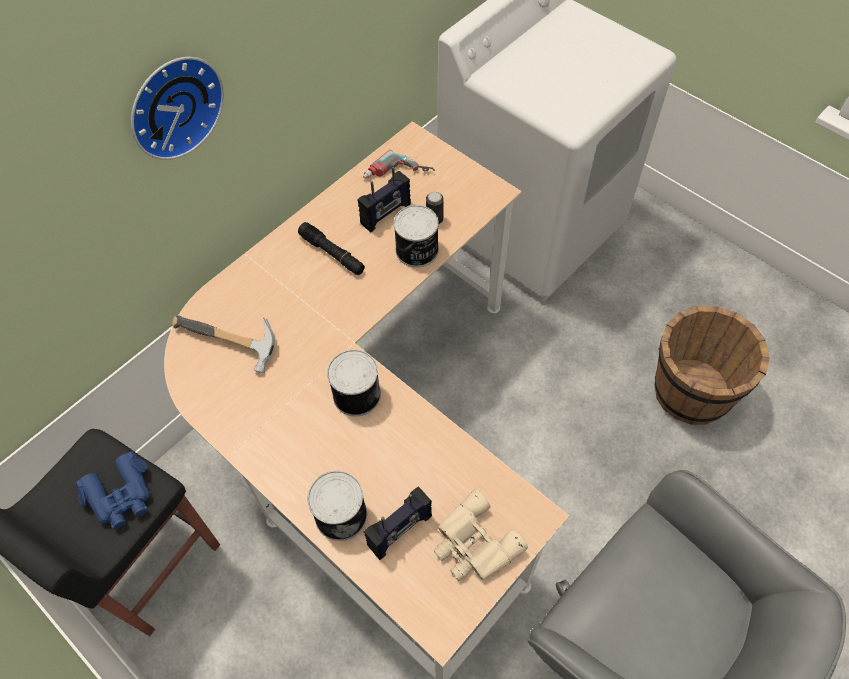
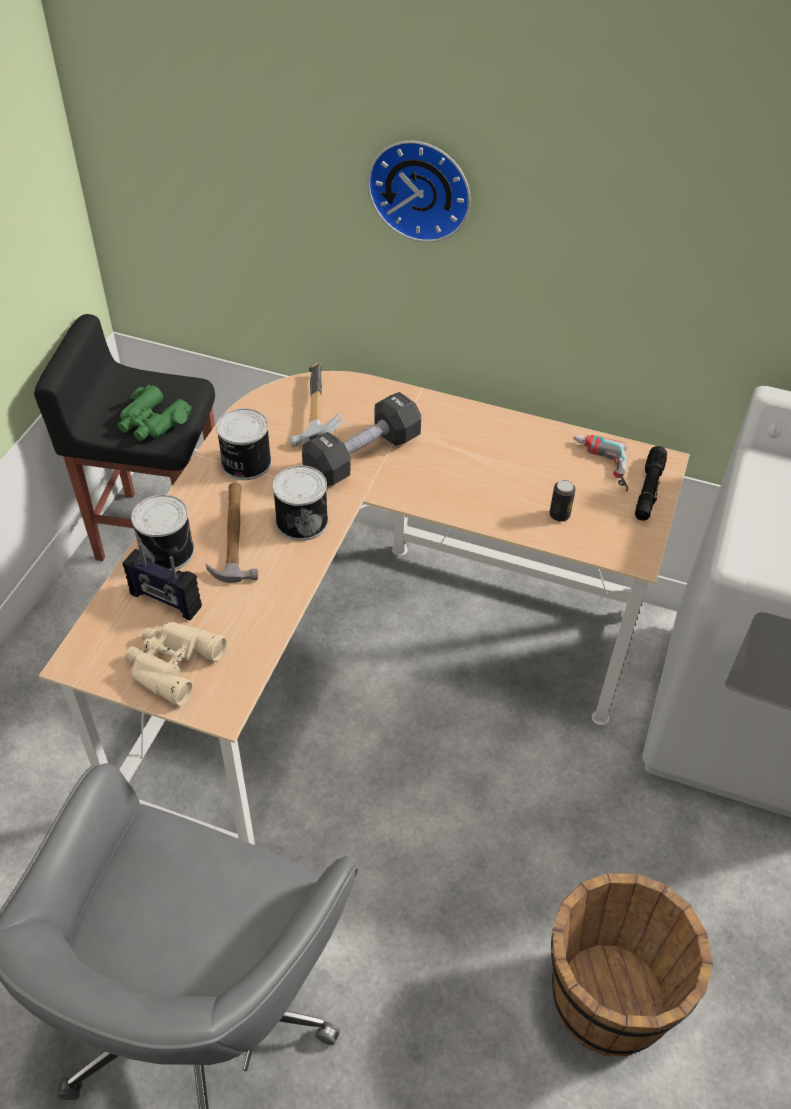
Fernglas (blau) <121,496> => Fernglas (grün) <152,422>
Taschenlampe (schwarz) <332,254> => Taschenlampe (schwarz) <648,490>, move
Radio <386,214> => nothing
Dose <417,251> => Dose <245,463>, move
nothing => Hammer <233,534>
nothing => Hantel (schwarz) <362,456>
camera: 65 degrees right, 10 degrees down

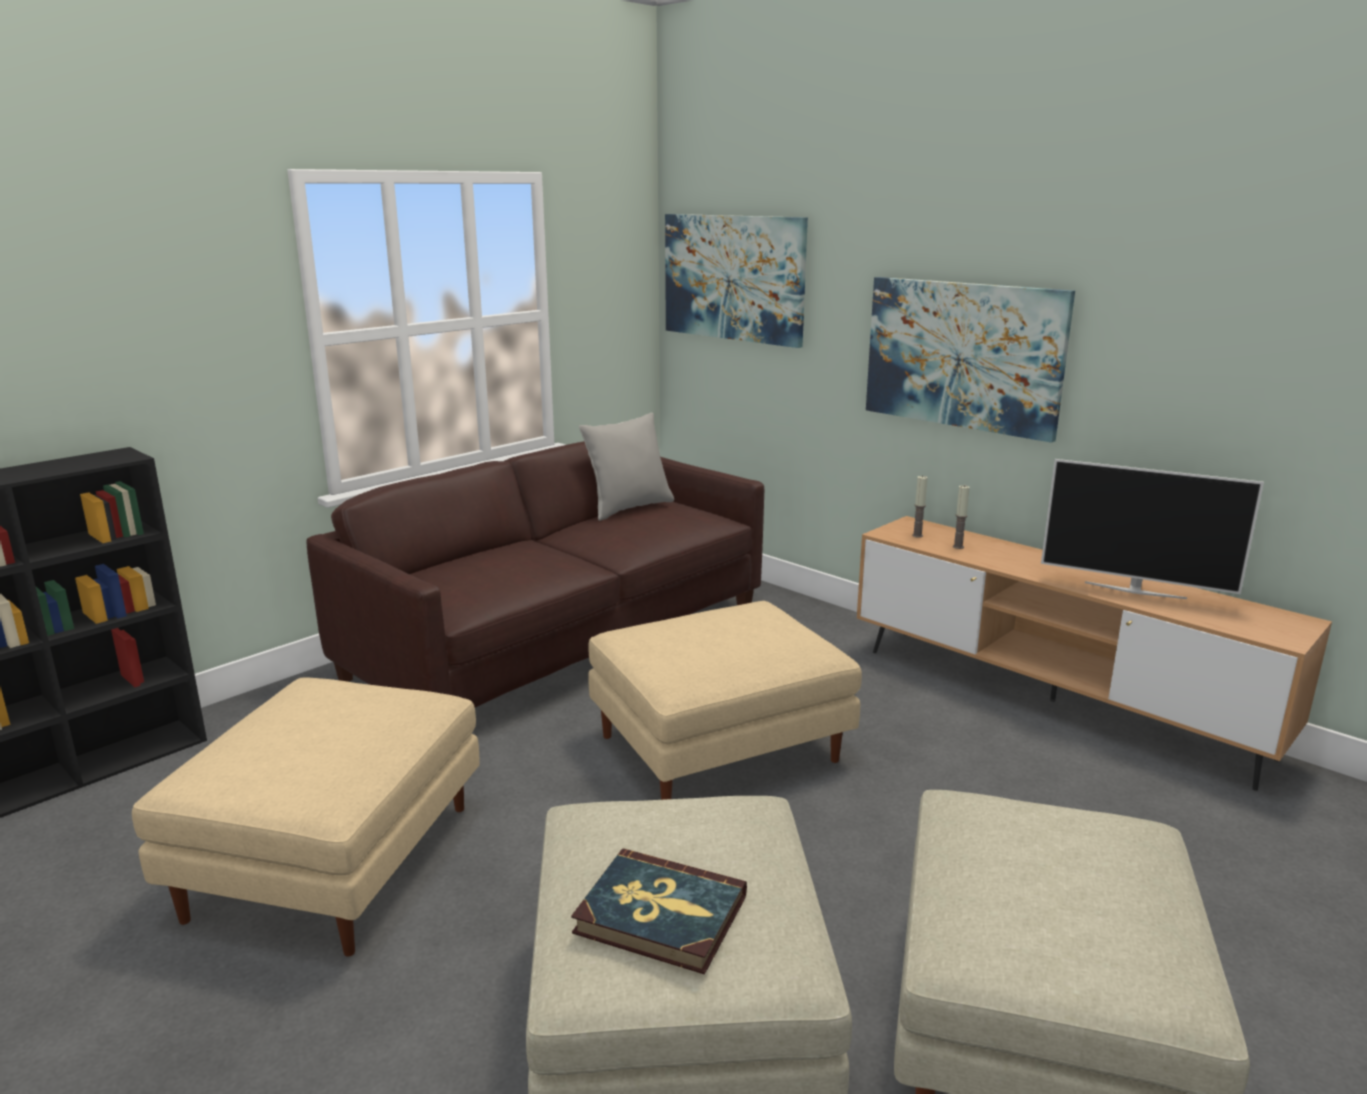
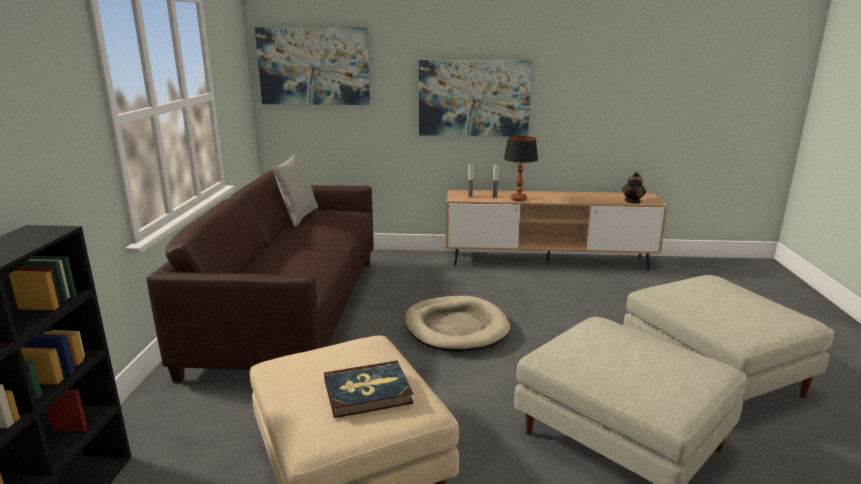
Buch <660,915> => Buch <367,392>, move
Polsterhocker (beige) <721,747> => Hundebett (beige) <456,328>
Fernseher <1134,590> => nothing
nothing => Tischlampe <518,199>
nothing => Teekanne <632,201>
camera: 40 degrees left, 0 degrees up

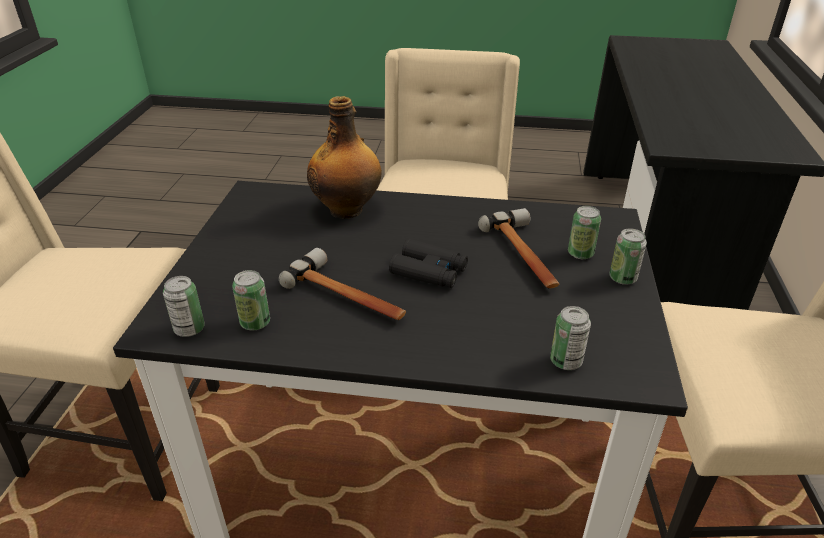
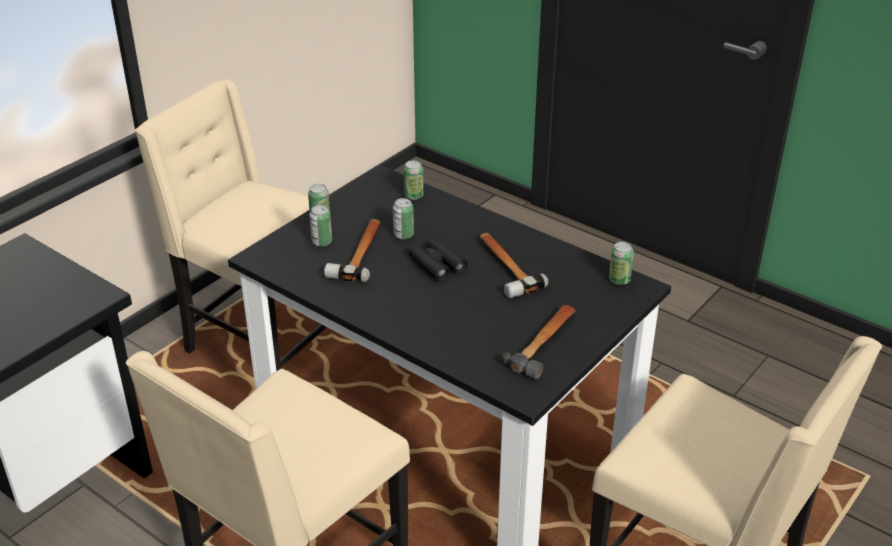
Dose <255,323> => Dose <403,235>, move
Flasche <347,209> => nothing
nothing => Hammer <544,343>
camera: 150 degrees left, 0 degrees up

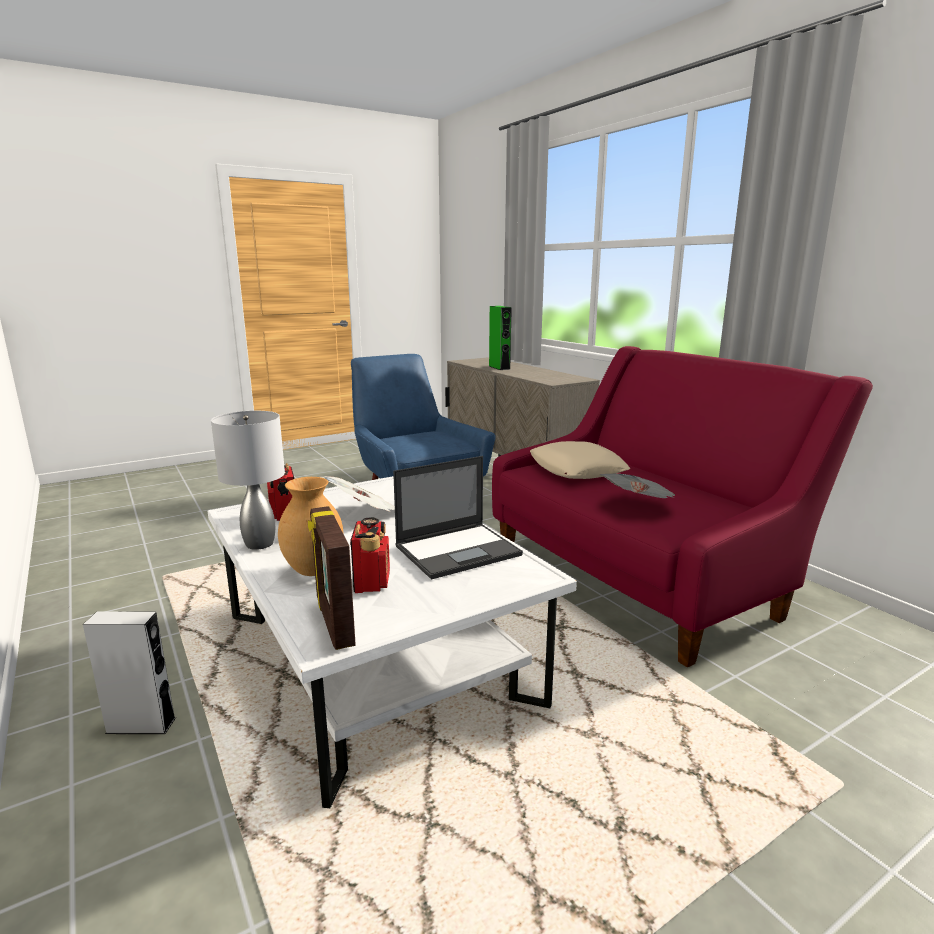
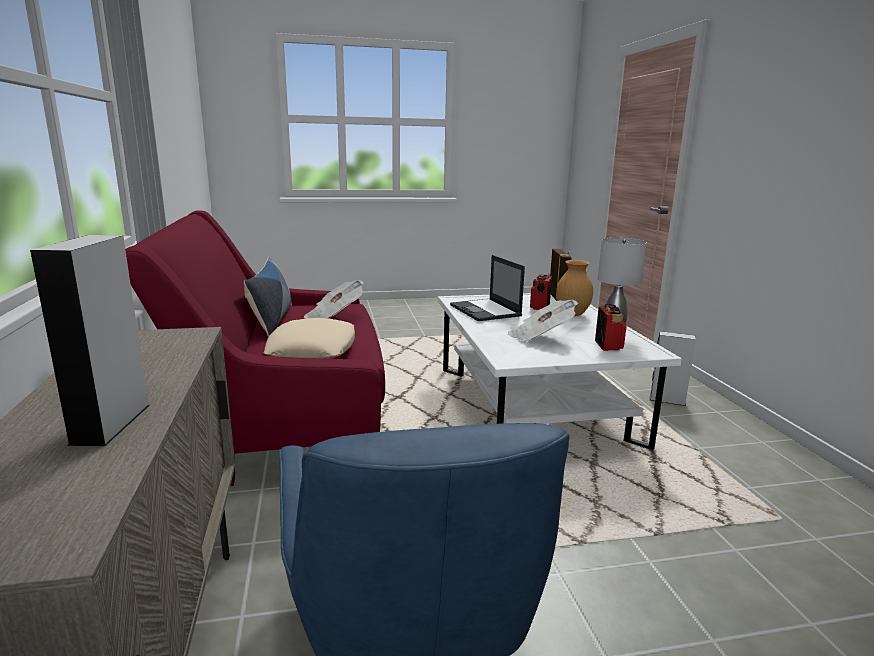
Laptop <459,550> => Laptop <486,310>, 105 degrees counterclockwise
Lautsprecher (grün) <499,367> => Lautsprecher (grau) <111,423>
nothing => Kissen <271,320>
camera: 160 degrees left, 0 degrees up

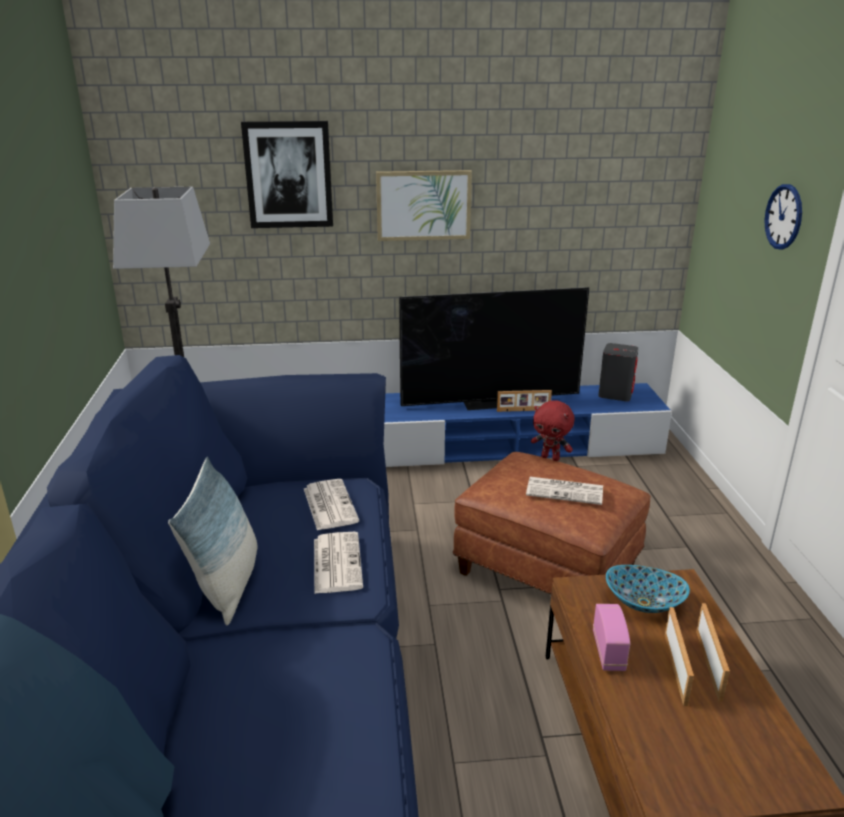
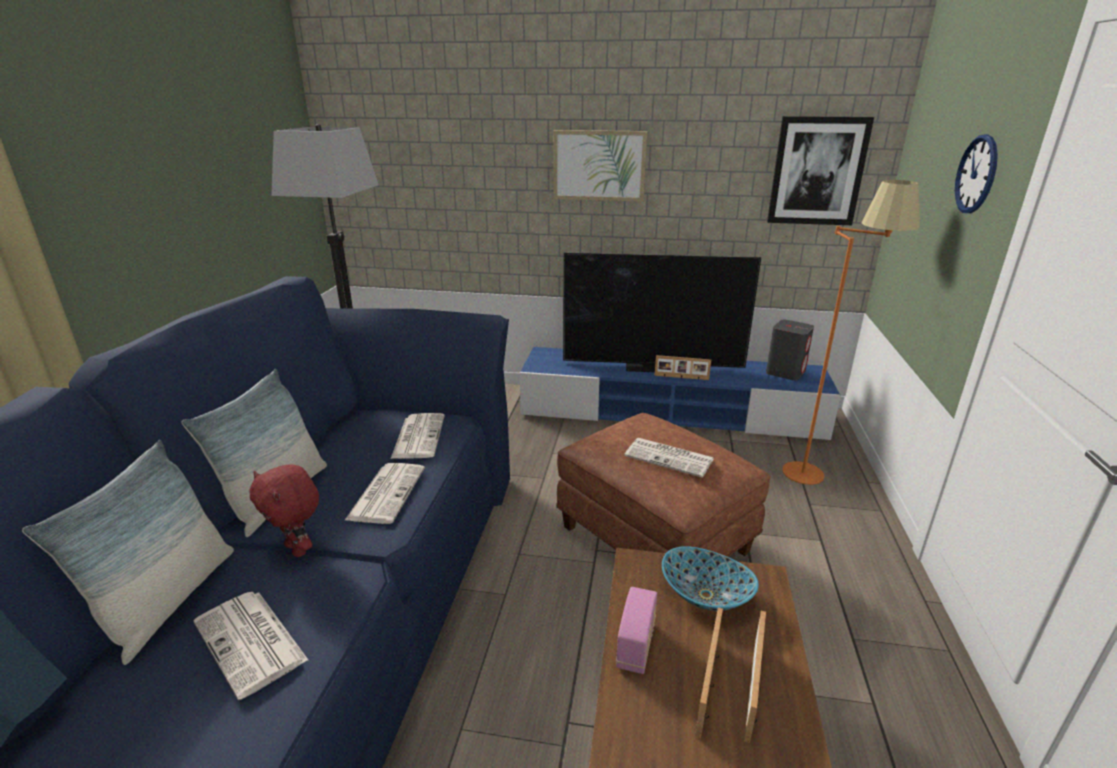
Bild <288,175> => Bild <817,171>, move
Plüschtier (rot) <550,458> => Plüschtier (rot) <298,549>, move
nothing => Kissen <169,600>
nothing => Zeitung <251,642>
nothing => Stehlampe (orange) <818,470>
camera: 15 degrees right, 0 degrees up

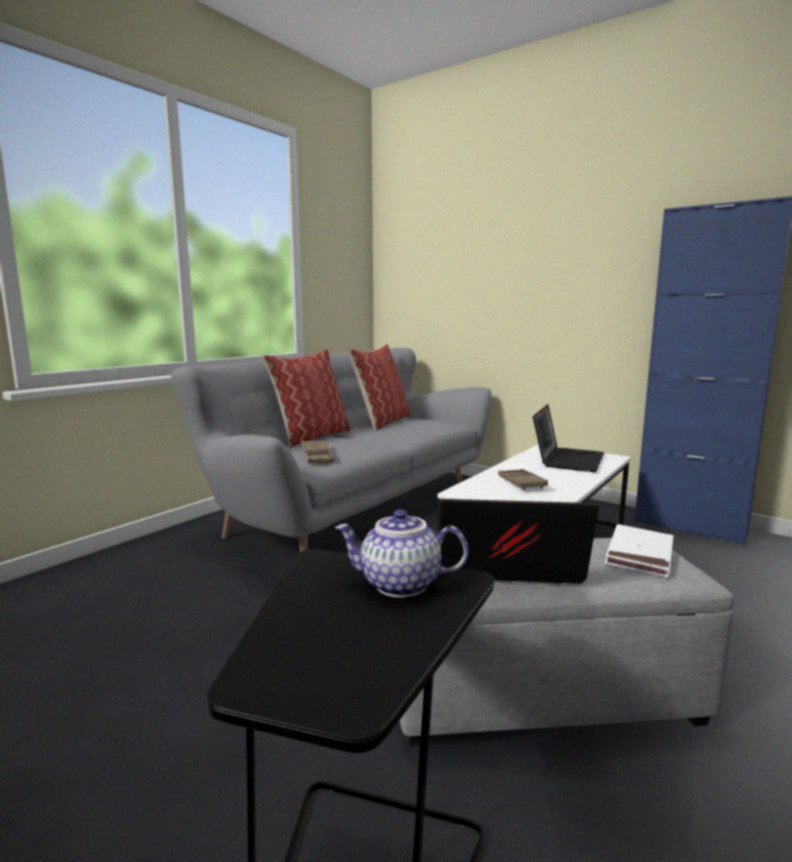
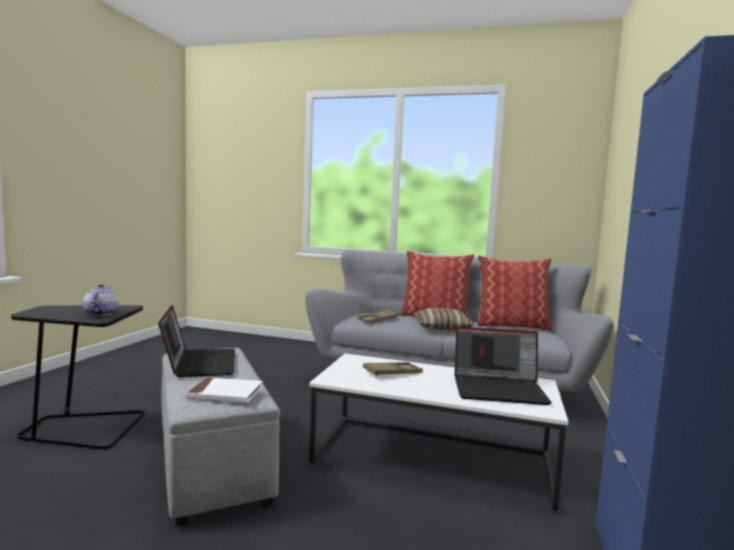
nothing => Kissen <441,327>
camera: 70 degrees right, 5 degrees down

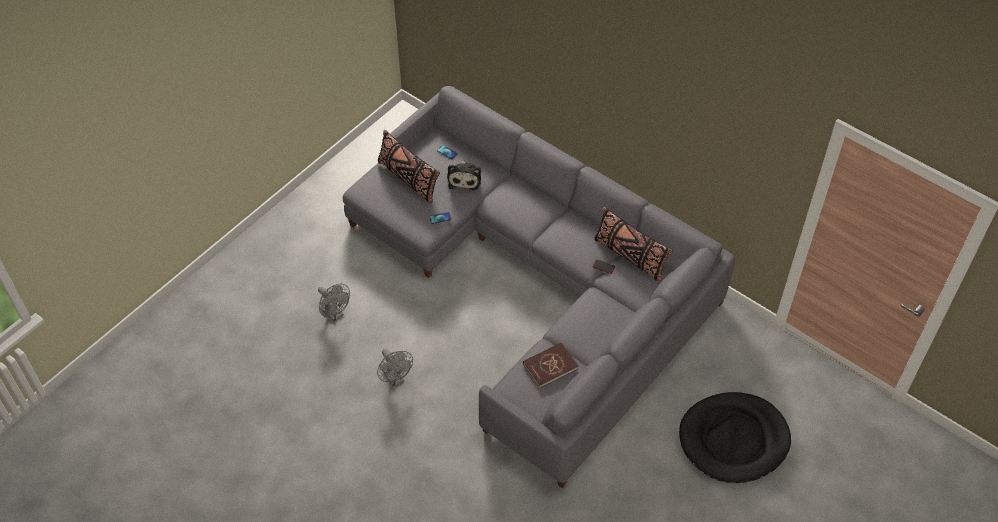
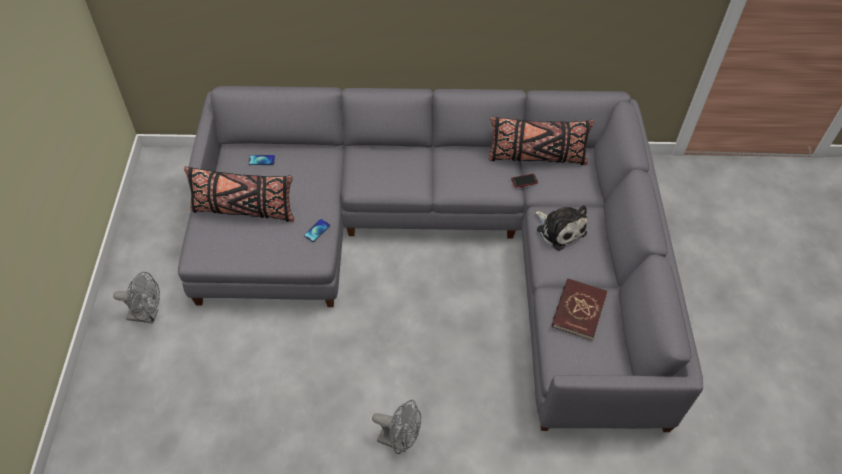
Ventilator (grau) <335,314> => Ventilator (grau) <147,315>, move
Plüschtier <464,178> => Plüschtier <559,229>, move
Hundebett (schwarz) <733,440> => nothing
camera: 40 degrees left, 0 degrees up

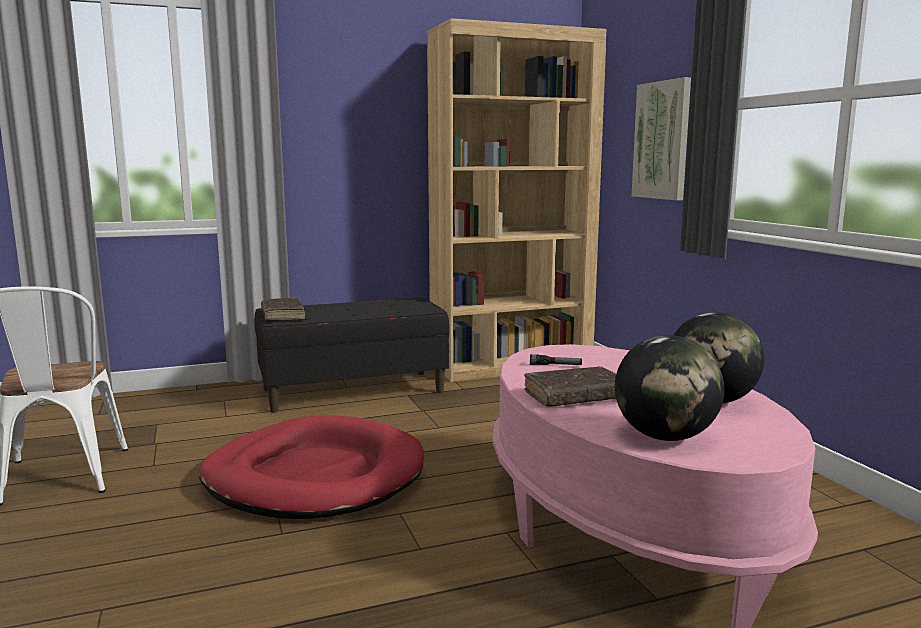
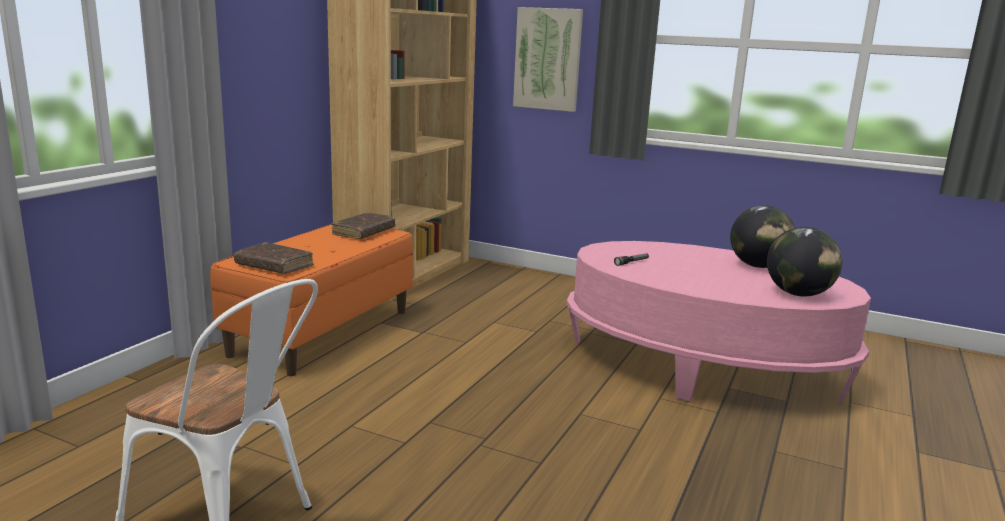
Hundebett (rot) <314,476> => nothing
Bank (schwarz) <353,390> => Bank (orange) <322,332>
Buch (braun) <575,397> => Buch (braun) <364,232>, move
camera: 45 degrees left, 5 degrees up

